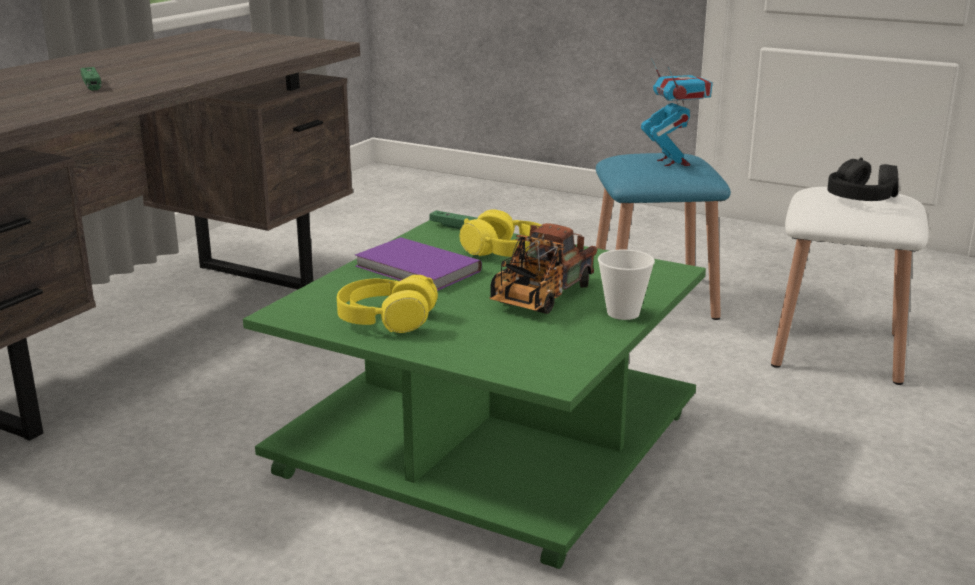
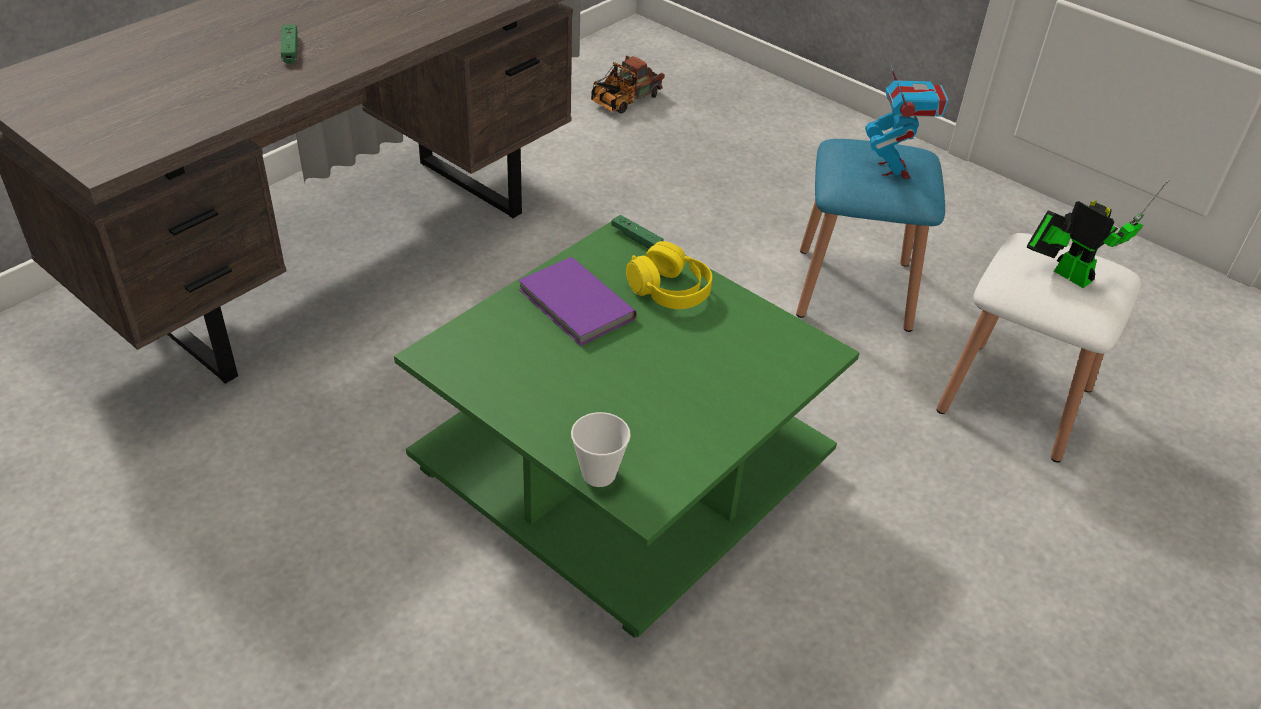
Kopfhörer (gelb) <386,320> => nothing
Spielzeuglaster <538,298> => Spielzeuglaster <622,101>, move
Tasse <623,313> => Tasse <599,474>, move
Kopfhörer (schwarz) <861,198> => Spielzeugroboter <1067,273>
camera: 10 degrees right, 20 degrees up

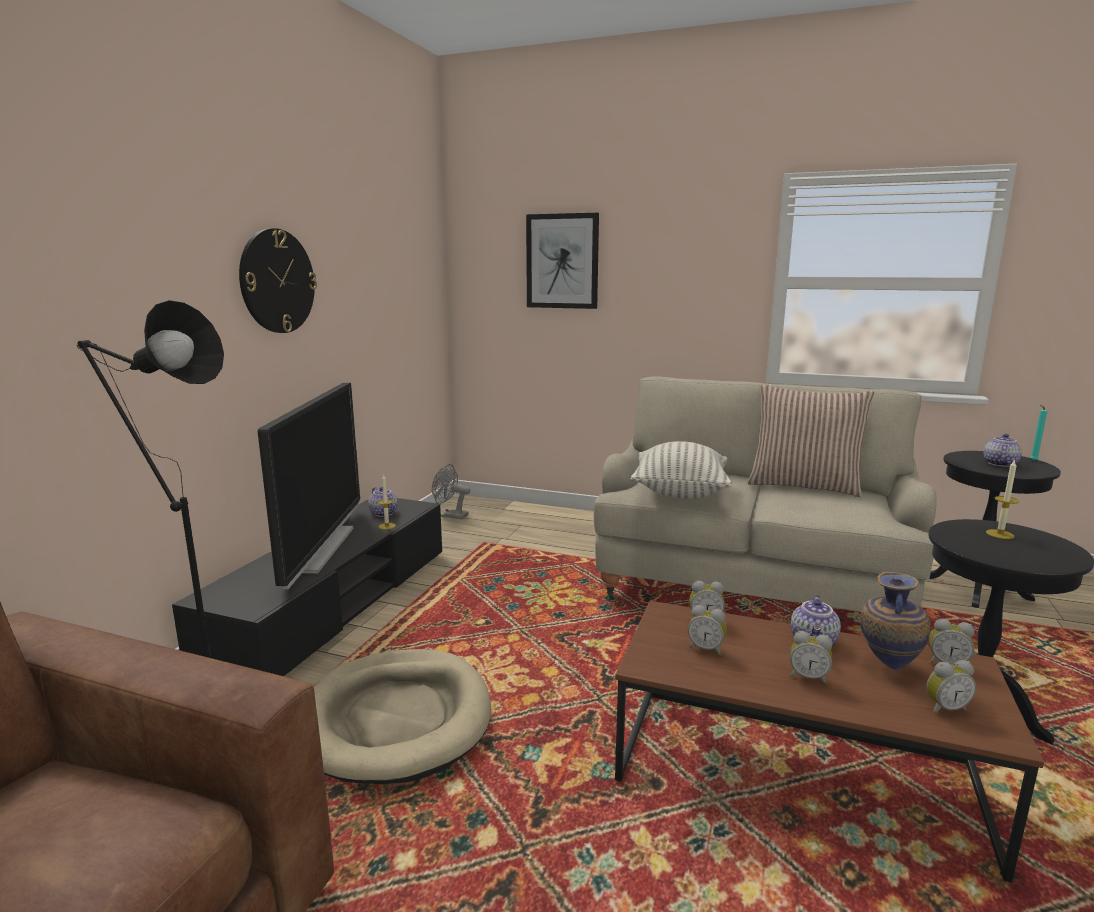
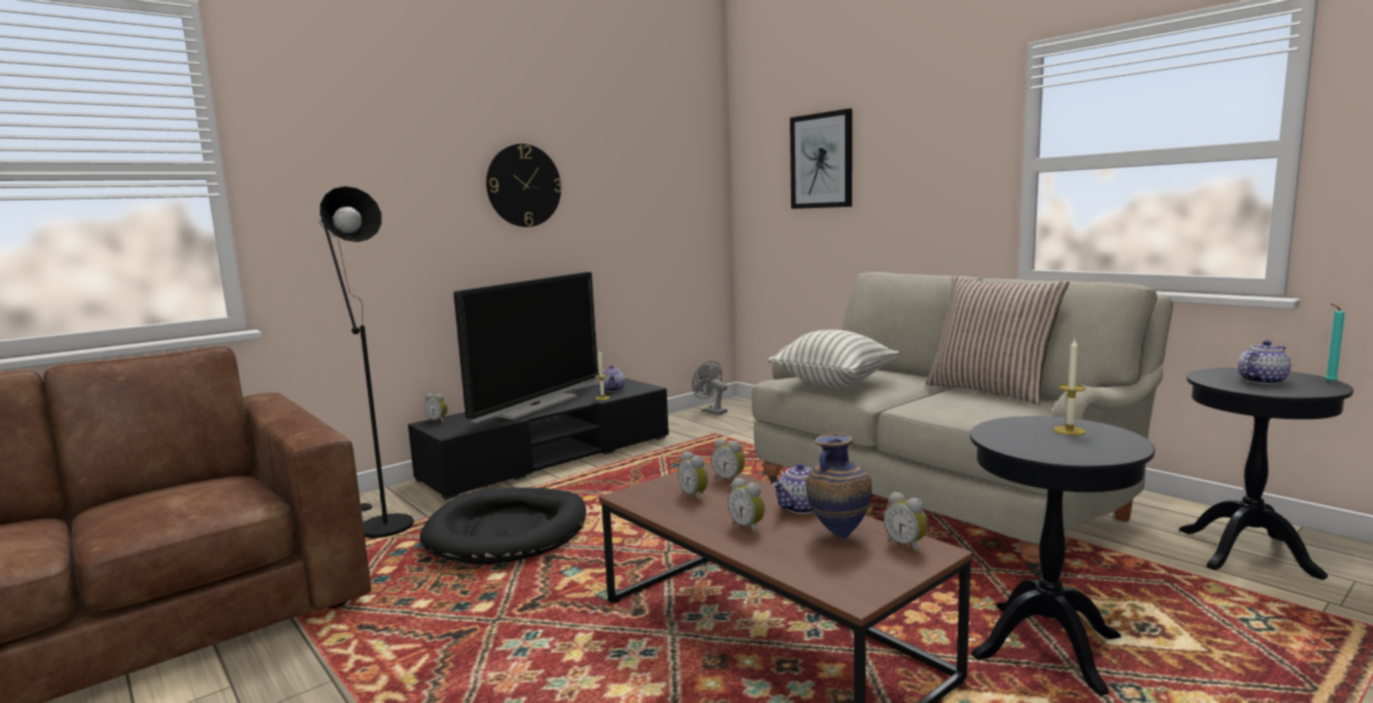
Hundebett (beige) <397,719> => Hundebett (schwarz) <508,531>
Wecker <944,708> => Wecker <438,421>, move
camera: 30 degrees right, 5 degrees down

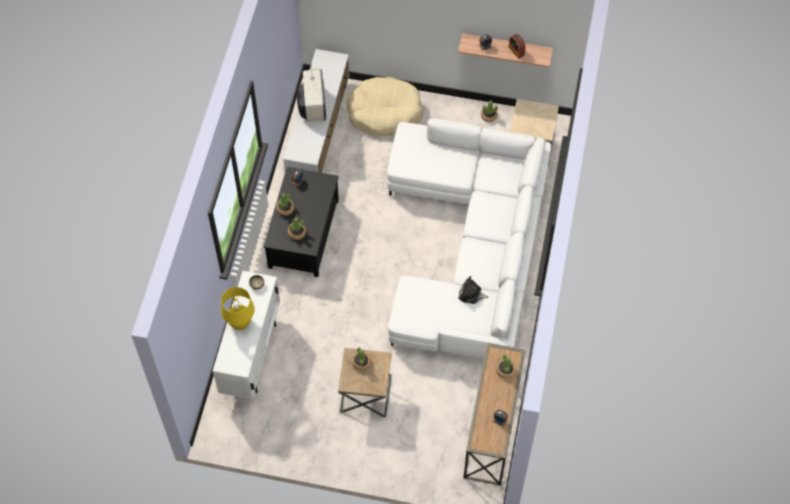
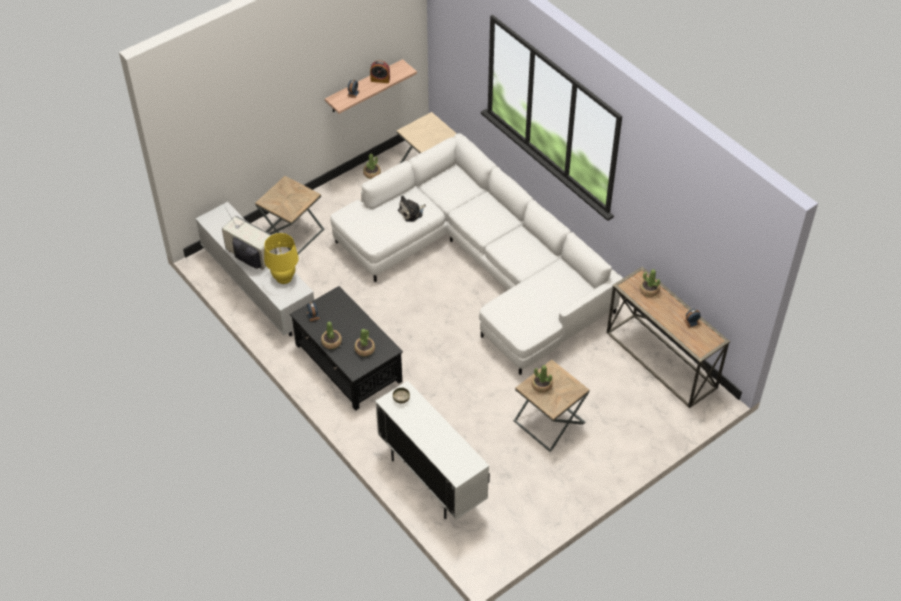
Tischlampe (gelb) <240,322> => Tischlampe (gelb) <284,277>, move
Hundebett (beige) <384,113> => Beistelltisch (braun) <292,233>
Plüschtier <471,294> => Plüschtier <412,212>, move
camera: 50 degrees left, 10 degrees down

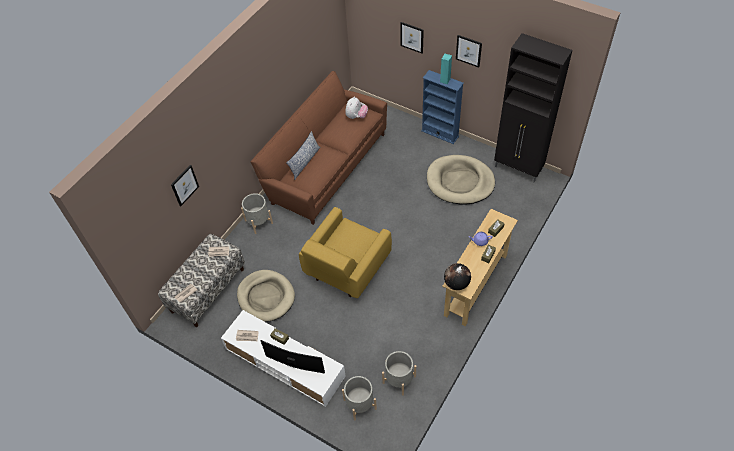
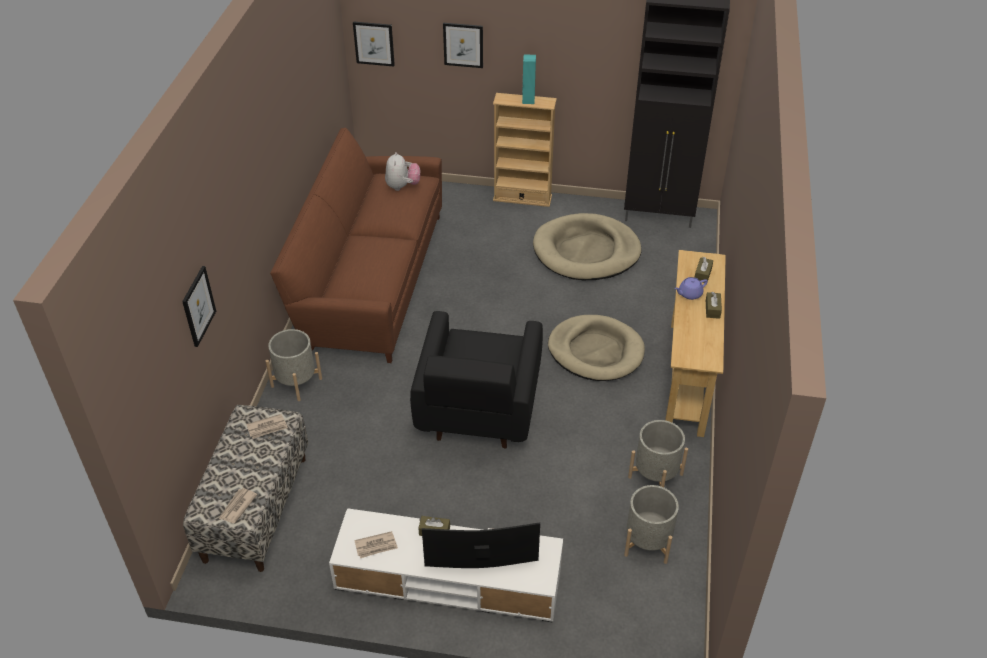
Hundebett (beige) <266,297> => Hundebett (beige) <595,351>, move
Kissen <304,162> => nothing
Sessel (gelb) <346,268> => Sessel (schwarz) <478,410>
Pflanzkübel (grau) <360,404> => Pflanzkübel (grau) <655,475>, move
Bücherregal (blau) <440,133> => Bücherregal (beige) <522,198>
Globus <456,284> => nothing
Bild <468,50> => Bild <374,43>, move
camera: 25 degrees left, 10 degrees down

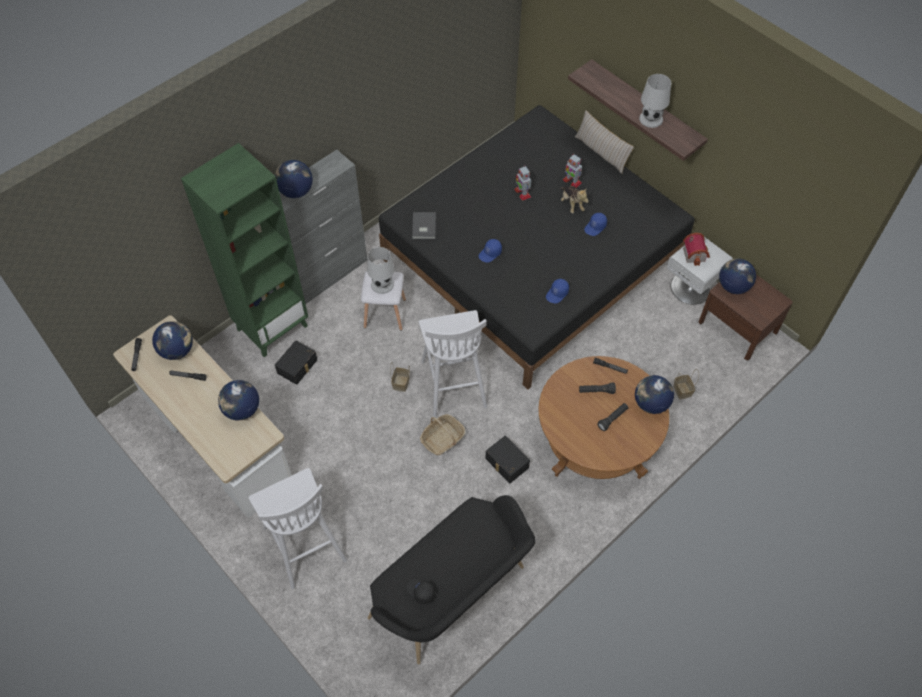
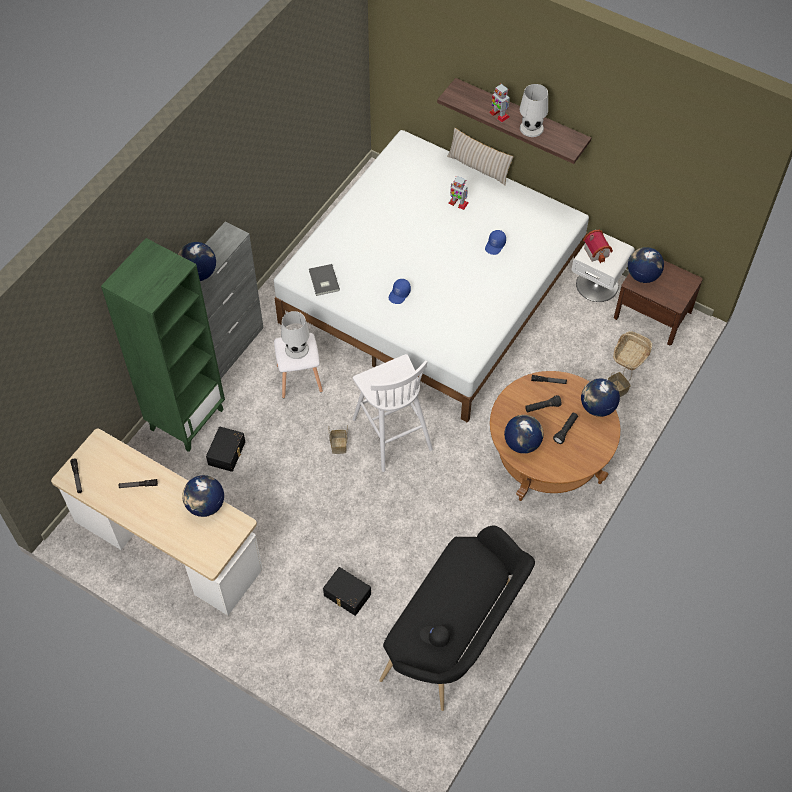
Globus <177,350> => Globus <522,443>, move
Hocker (weiß) <304,542> => nothing
Bett (schwarz) <532,259> => Bett (weiß) <432,290>
Korb <443,439> => Korb <631,355>, move
Aufbewahrungsbox (schwarz) <506,463> => Aufbewahrungsbox (schwarz) <347,595>, move
Spielzeugroboter <522,193> => Spielzeugroboter <499,114>, move
Kappe (blau) <557,294> => nothing
Plüschtier <571,204> => nothing
camera: 15 degrees left, 0 degrees up

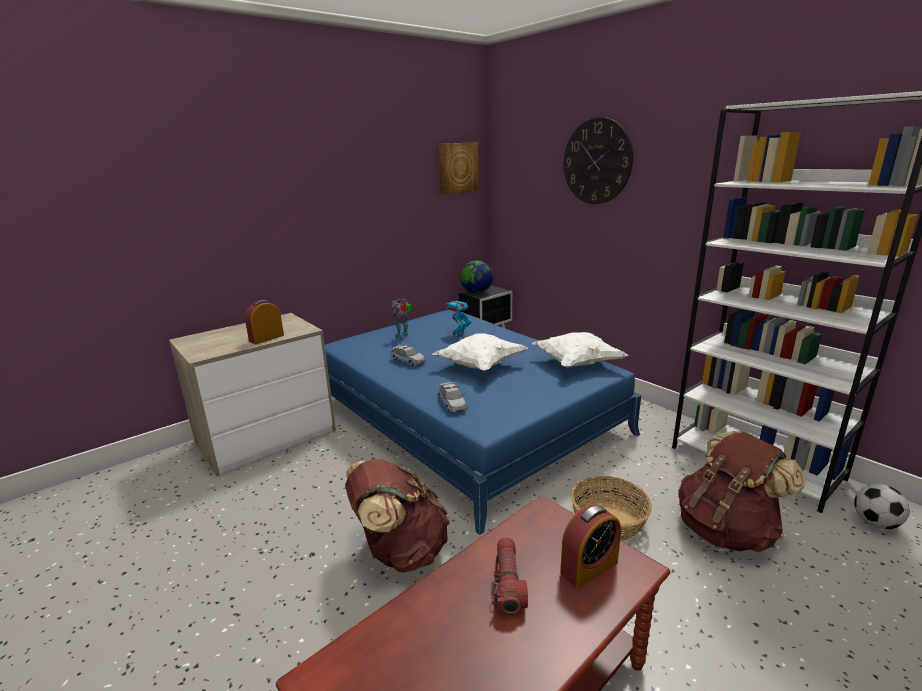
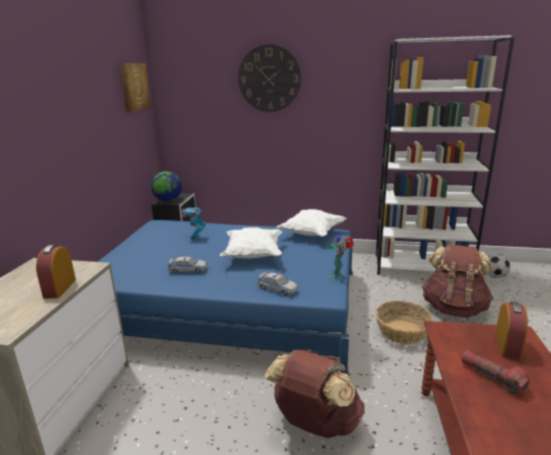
Spielzeugroboter <403,336> => Spielzeugroboter <338,276>, move
camera: 40 degrees left, 0 degrees up

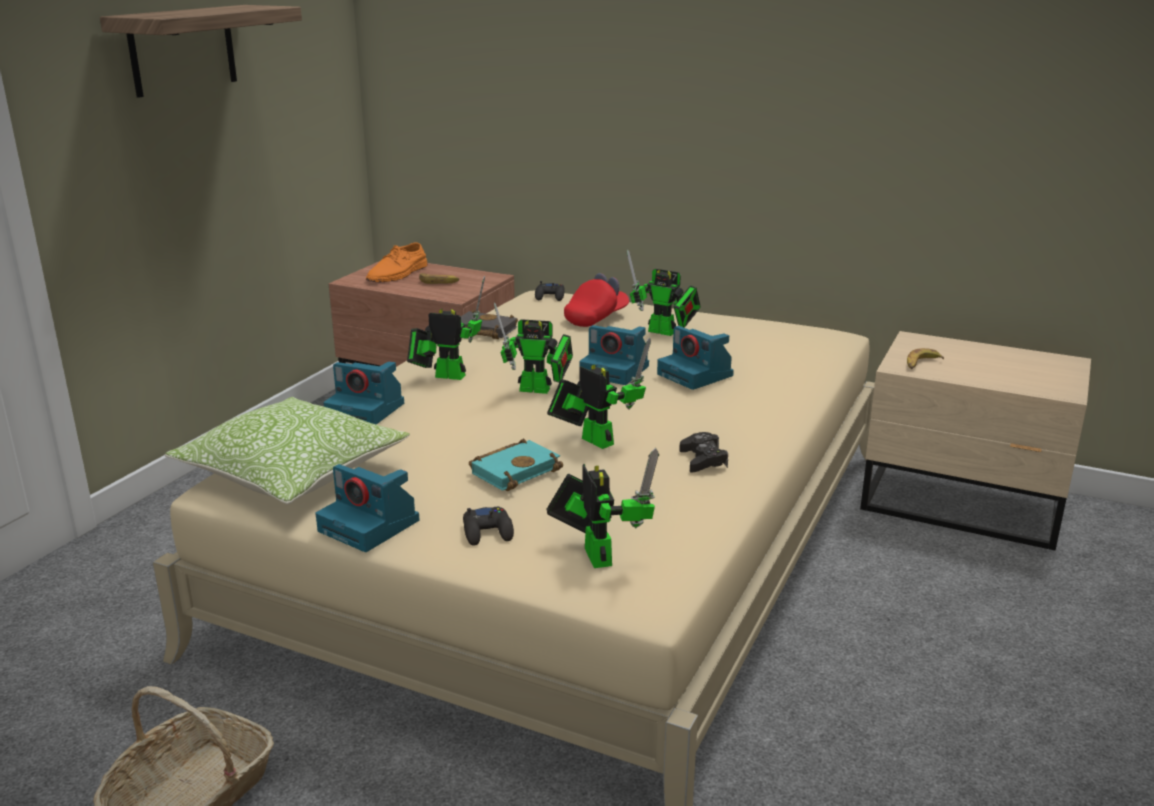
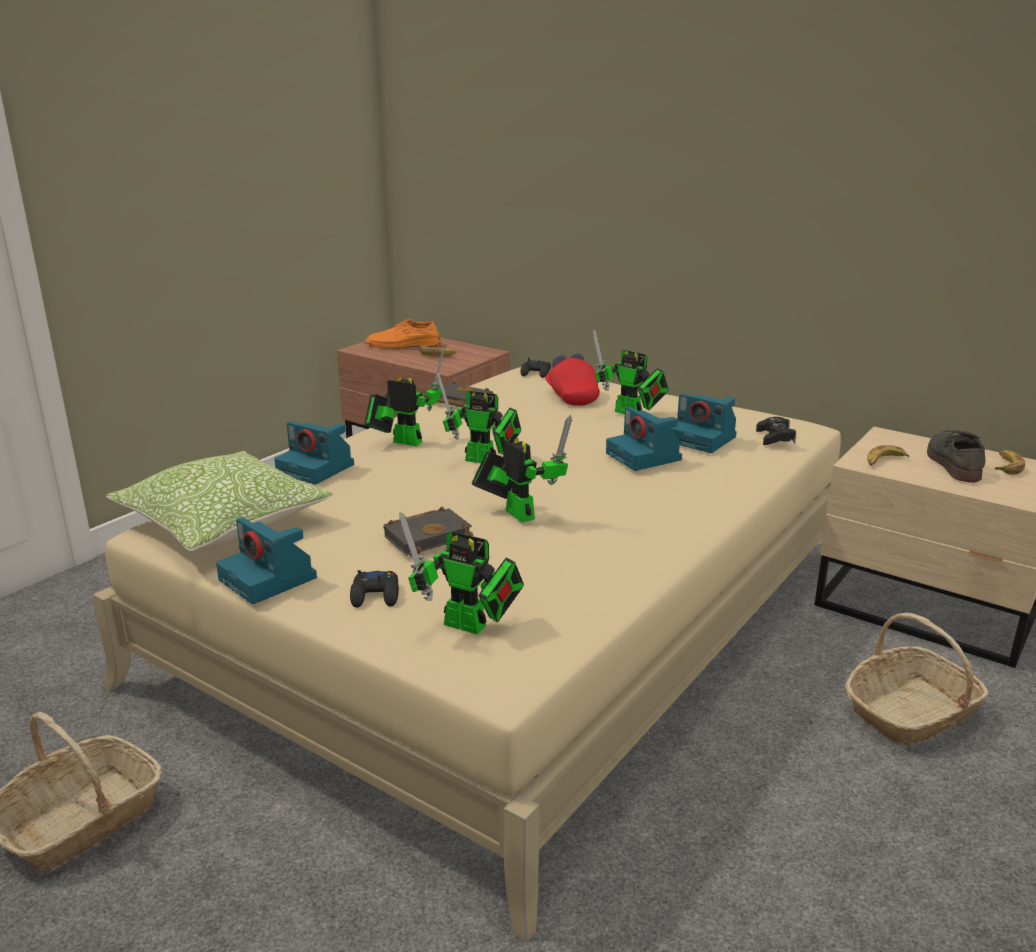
Wandregal <182,50> => nothing
Schuh (orange) <398,274> => Schuh (orange) <403,345>, 45 degrees clockwise
Buch (türkis) <515,470> => Buch (schwarz) <428,536>
Spielzeugroboter <596,553> => Spielzeugroboter <471,626>, 120 degrees clockwise
Kappe (rot) <596,318> => Kappe (rot) <571,396>, 75 degrees counterclockwise
Kamera <616,371> => Kamera <703,439>, move
Gamepad (schwarz) <703,460> => Gamepad (schwarz) <775,438>, move
nothing => Korb <911,712>
nothing => Schuh (grau) <952,462>
nothing => Banane <1006,466>
camera: 10 degrees right, 0 degrees up

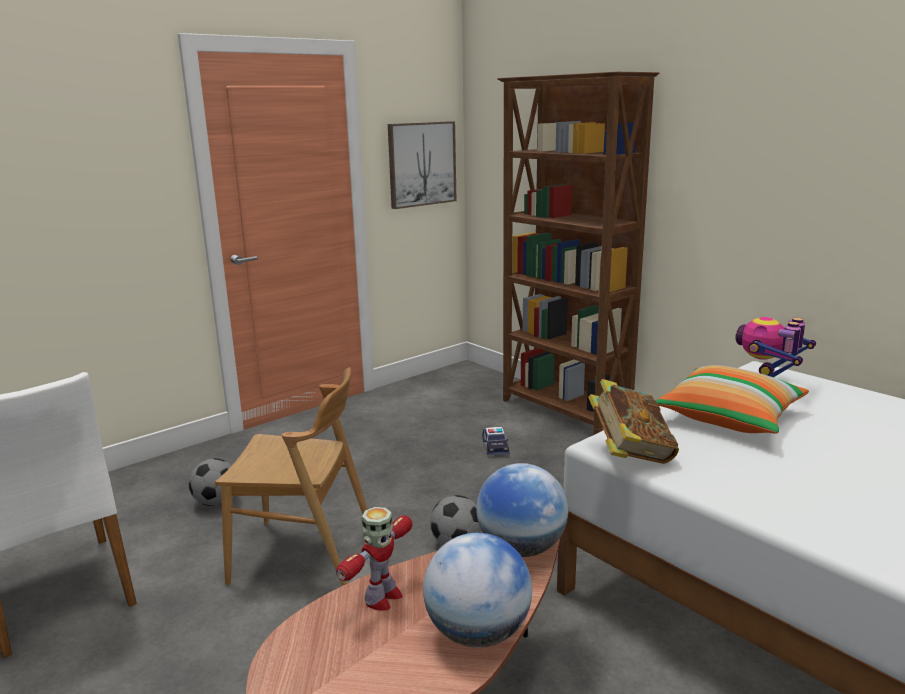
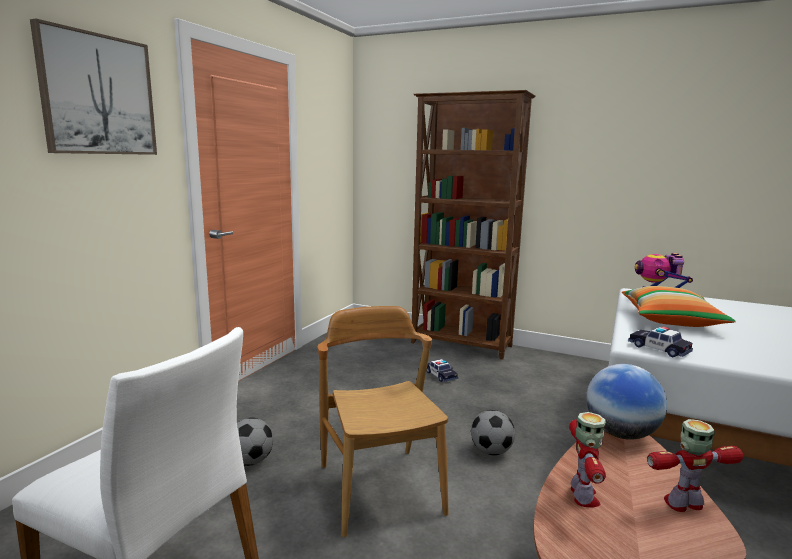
Stuhl (braun) <304,555> => Stuhl (braun) <380,488>, 90 degrees counterclockwise
Bild <421,164> => Bild <98,95>, move
Globus <477,633> => Spielzeugroboter <684,504>
Buch <630,453> => Spielzeugauto <659,349>
camera: 25 degrees left, 5 degrees down

